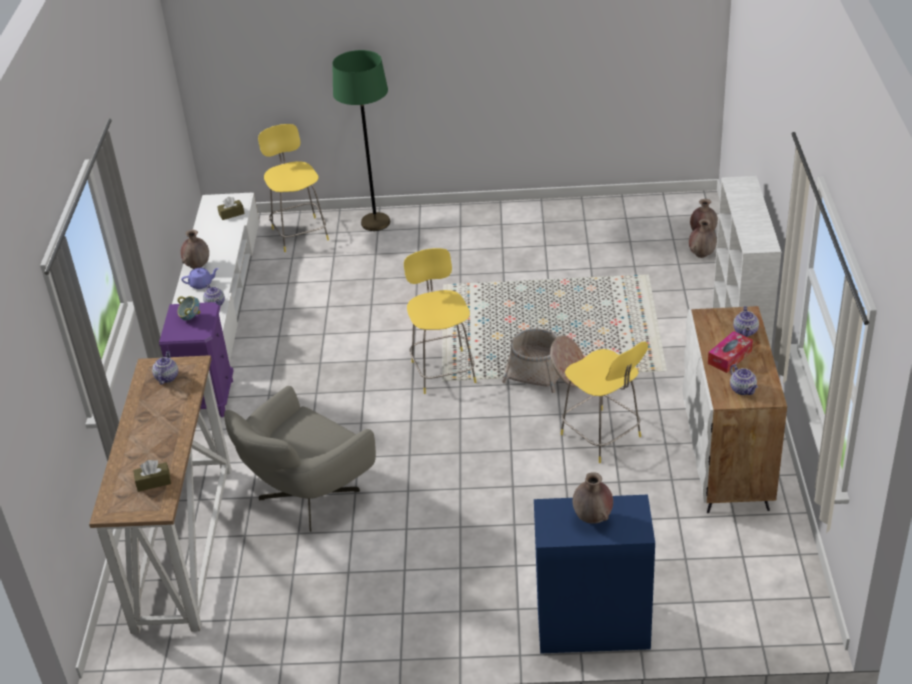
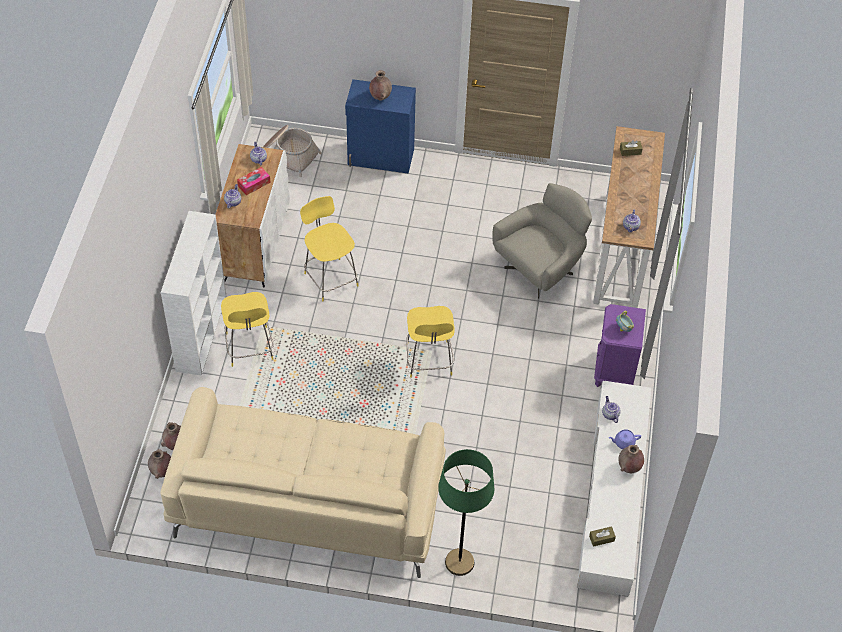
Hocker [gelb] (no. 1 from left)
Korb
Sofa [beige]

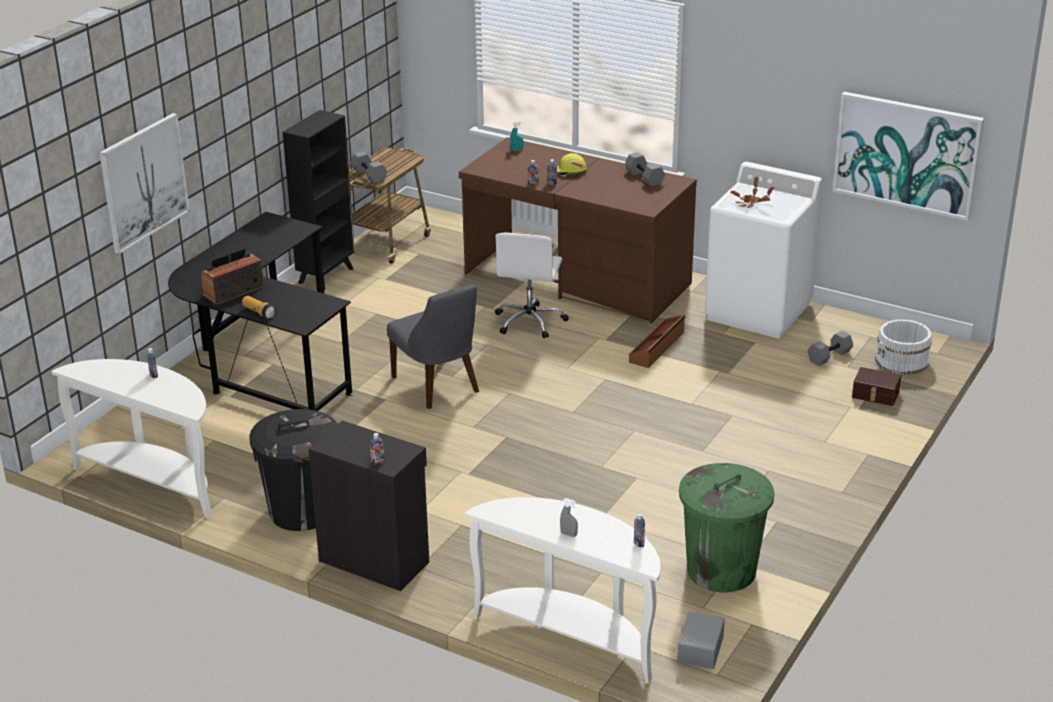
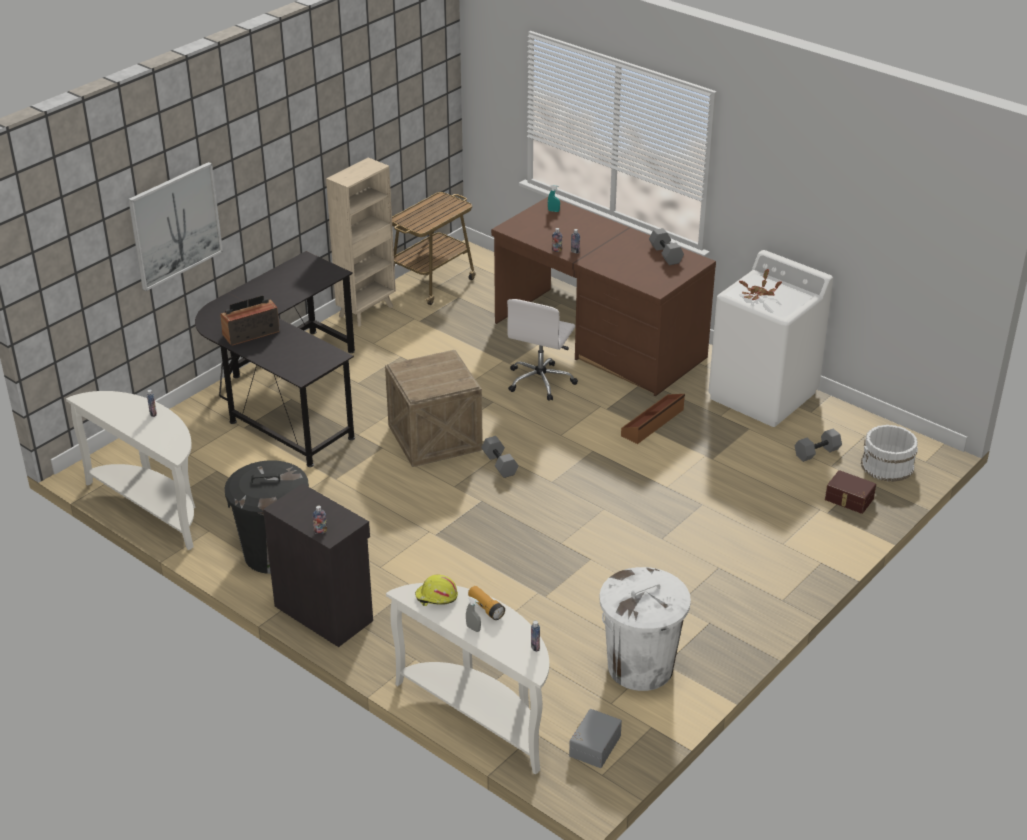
Bild (no. 2 from left in the first image)
Bücherregal [beige]
Hantel [grau] (no. 1 from left)
Schutzhelm [gelb]
Kiste
Taschenlampe
Mülleimer [weiß]

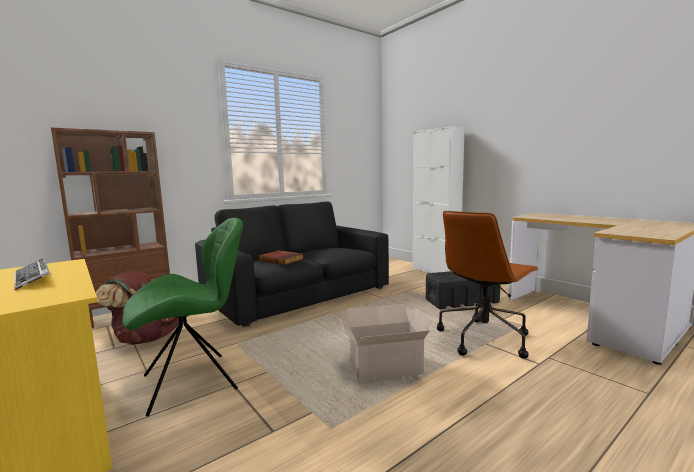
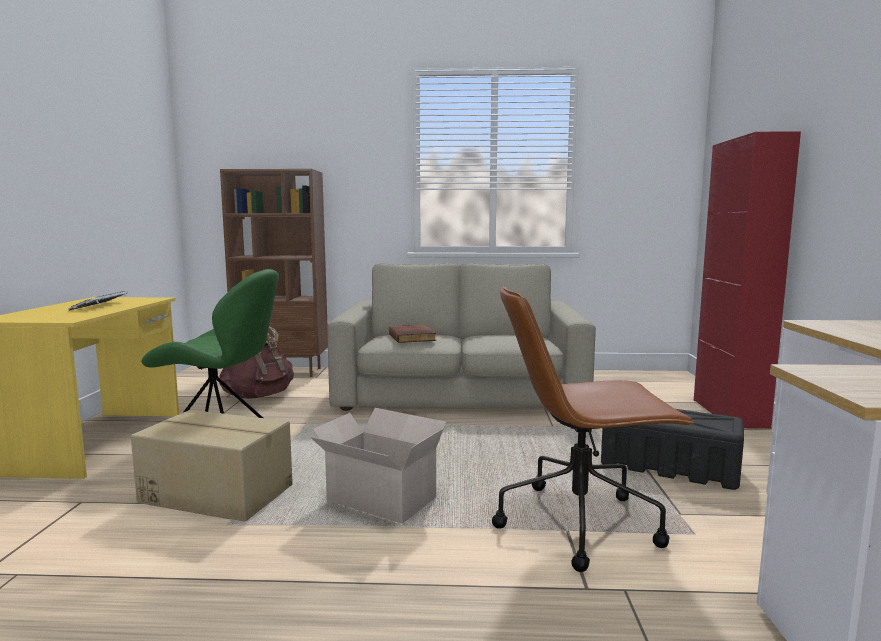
Schrank [rot]
Sofa [beige]
Karton (no. 1 from left)

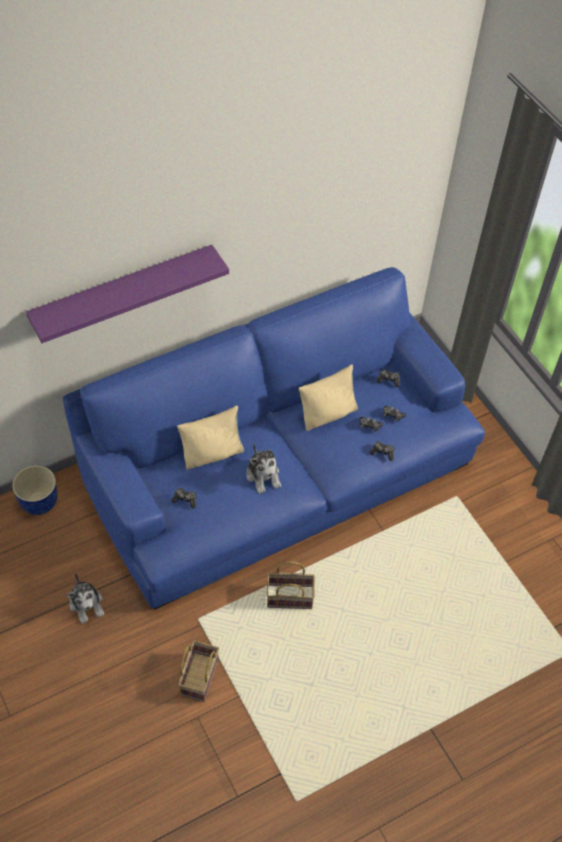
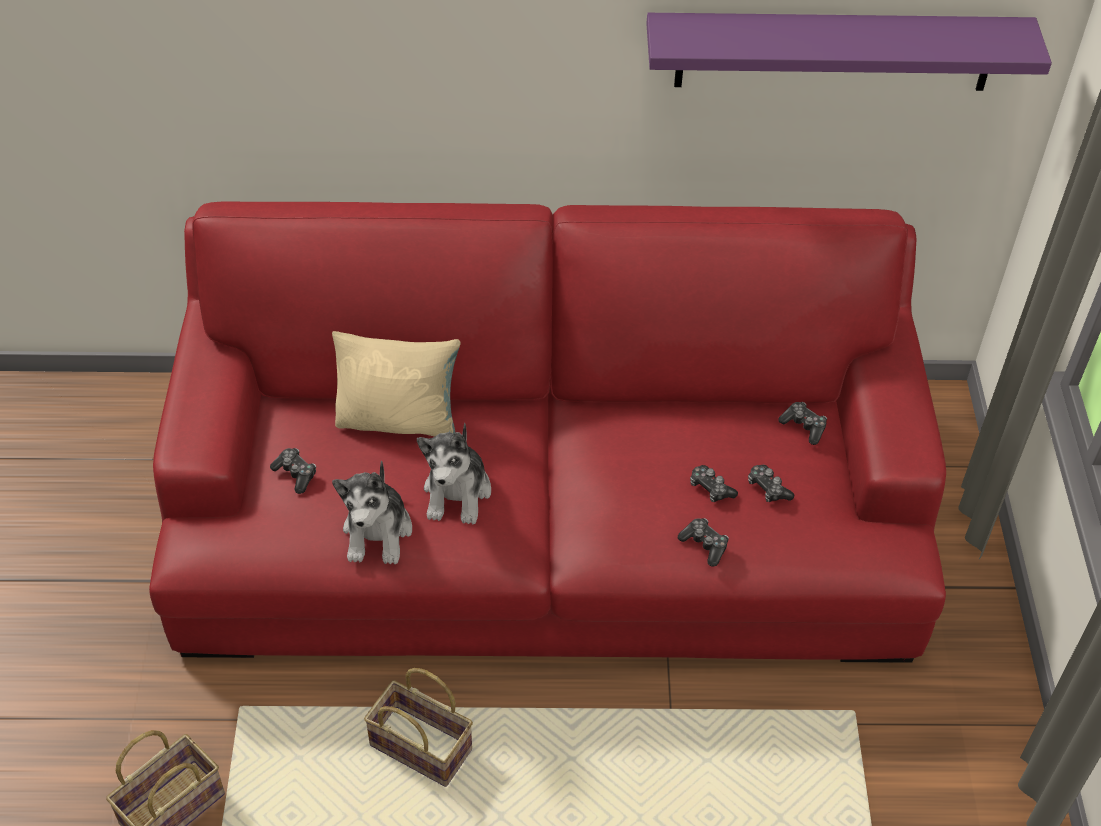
Wandregal [lila]
Sofa [rot]
Kissen [beige] (no. 2 from left in the first image)
Pflanzkübel
Plüschtier (no. 1 from left)

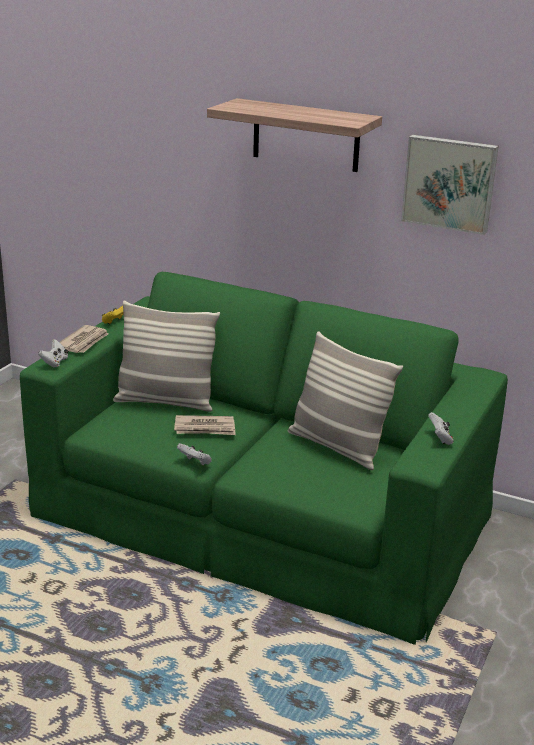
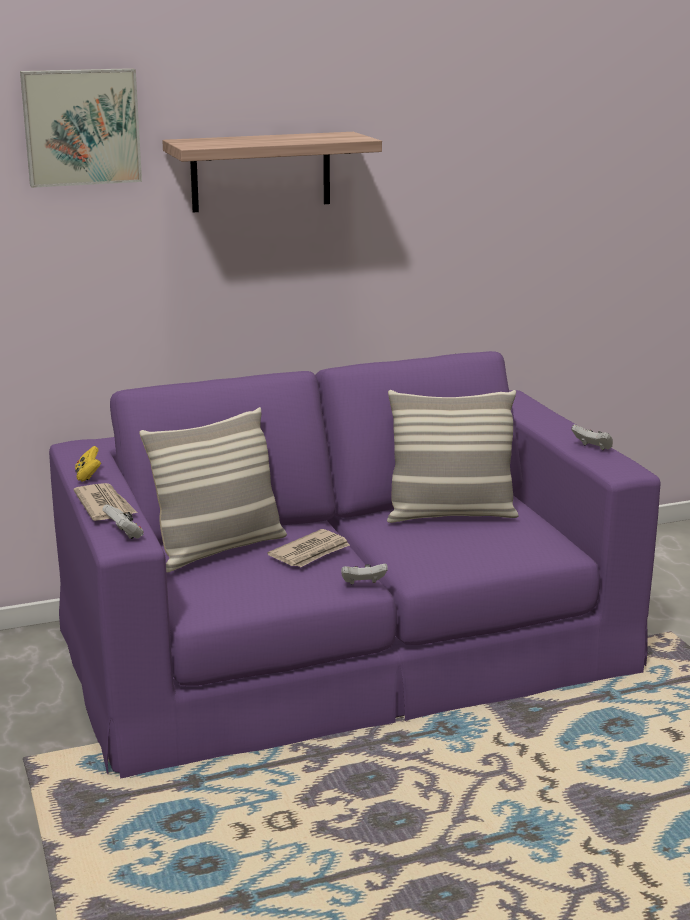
Bild
Sofa [lila]

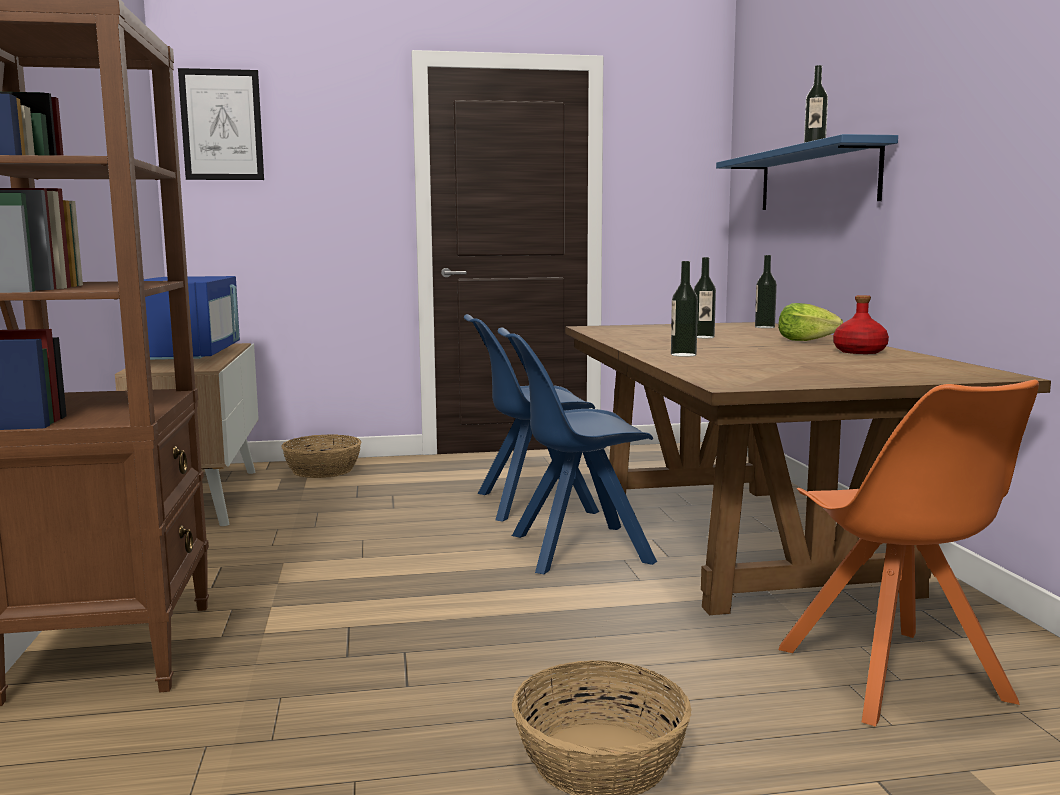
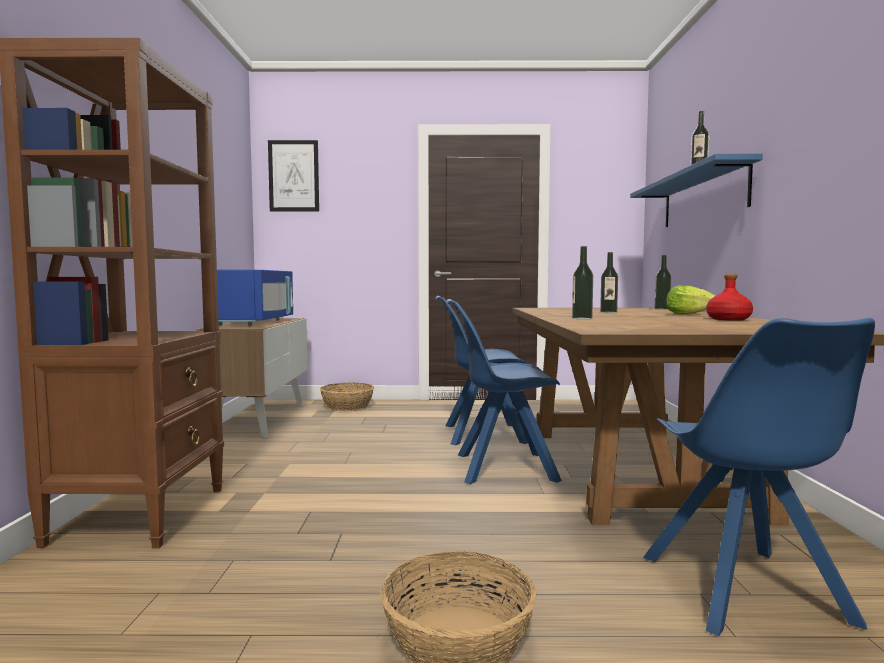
Stuhl [blau] (no. 3 from left)

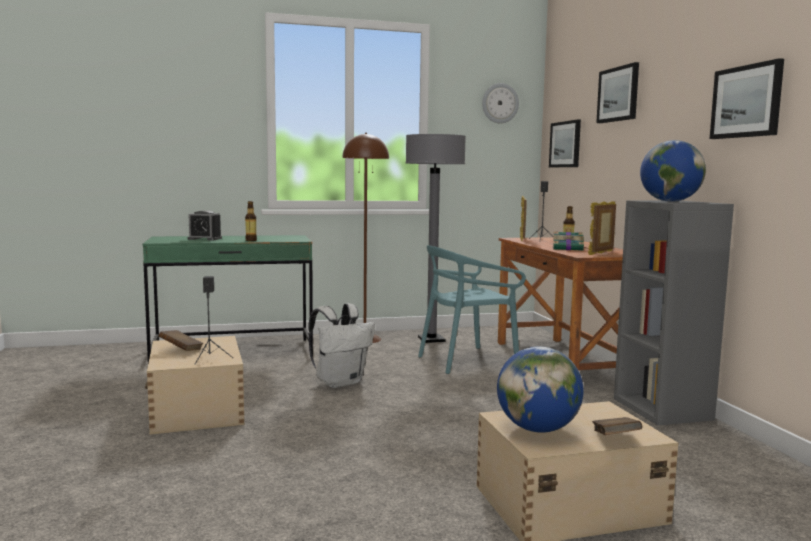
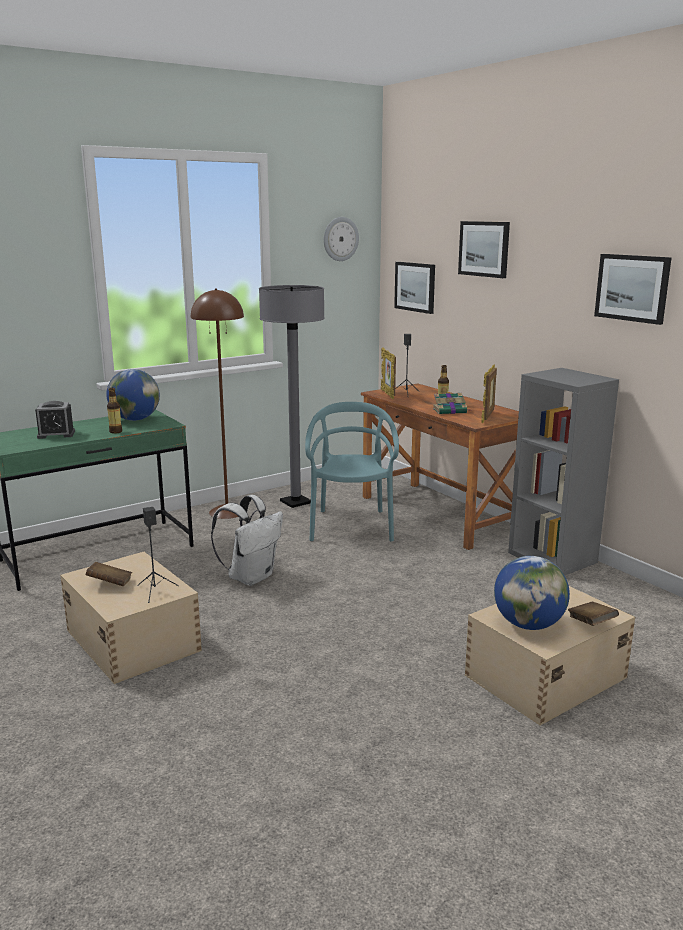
Globus (no. 1 from left)
Stuhl [türkis]

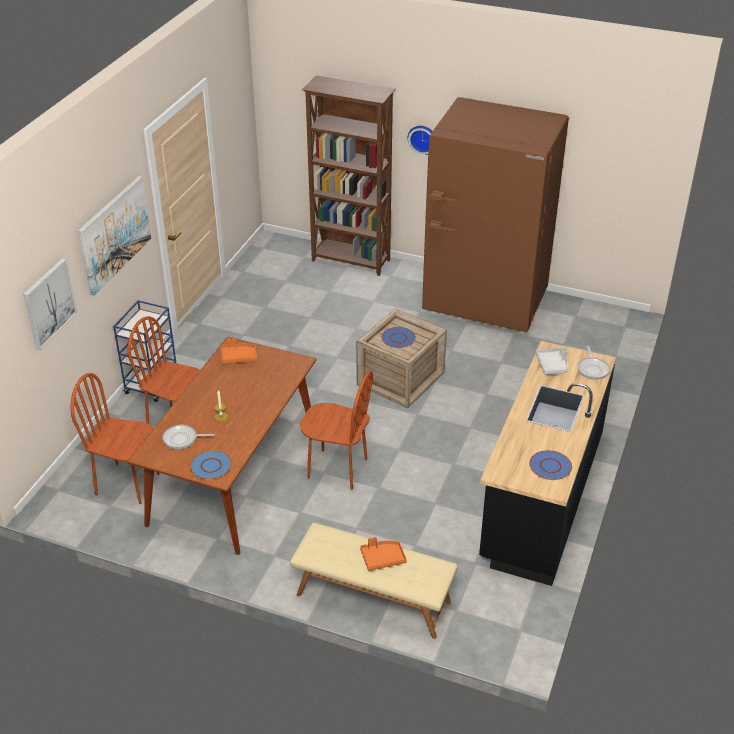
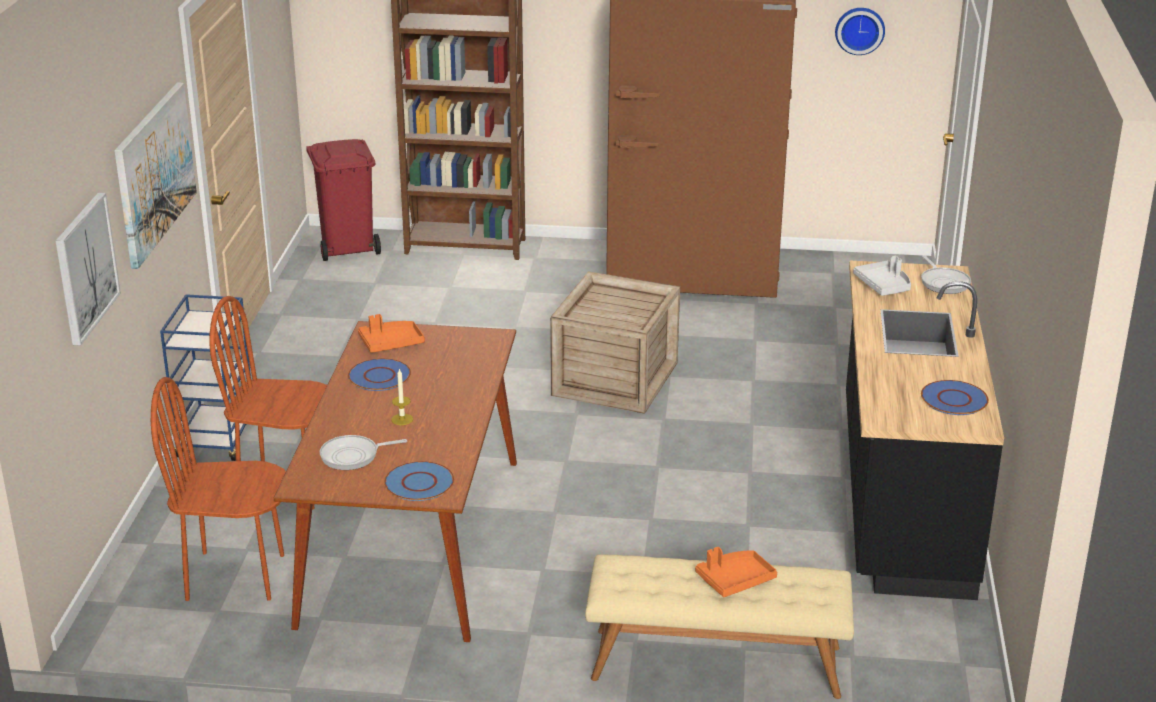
Wanduhr
Teller [blau] (no. 1 from left)
Stuhl [braun] (no. 3 from left in the first image)
Mülleimer [rot]

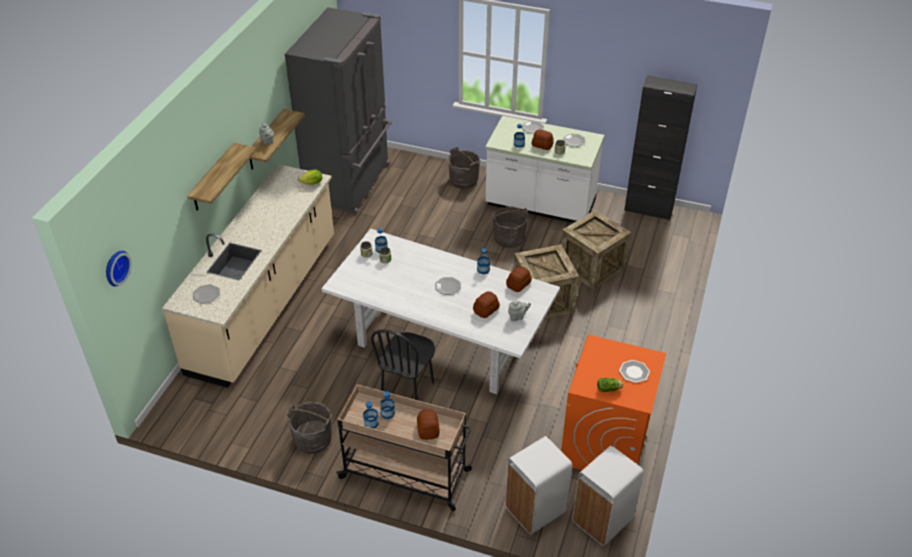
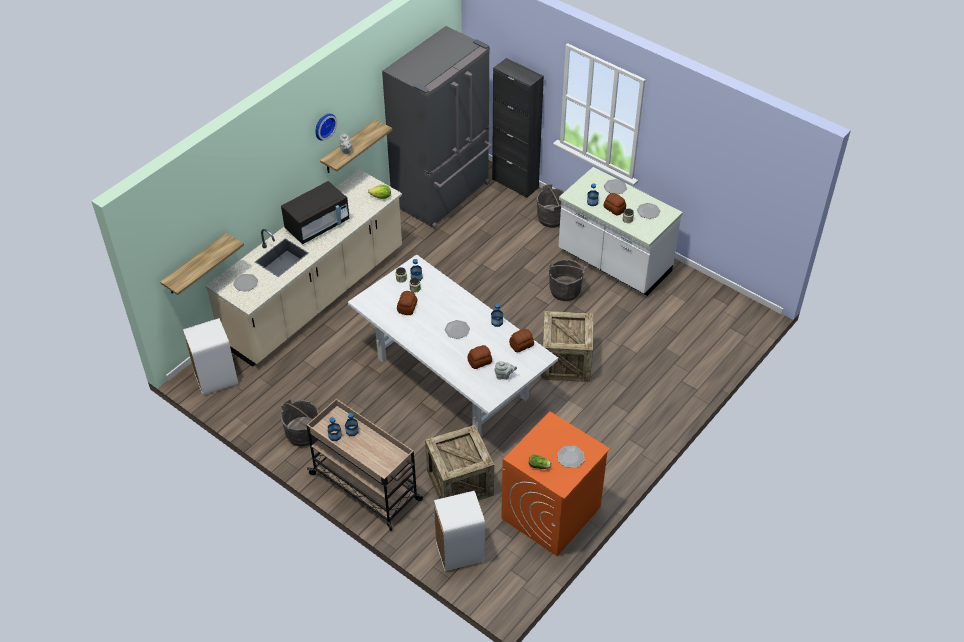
Schrank [schwarz]
Wandregal (no. 1 from left)
Kiste (no. 1 from left)
Wanduhr
Stuhl [schwarz]
Brot (no. 1 from left)
Mülleimer [weiß] (no. 1 from left)
Mikrowelle [schwarz]

